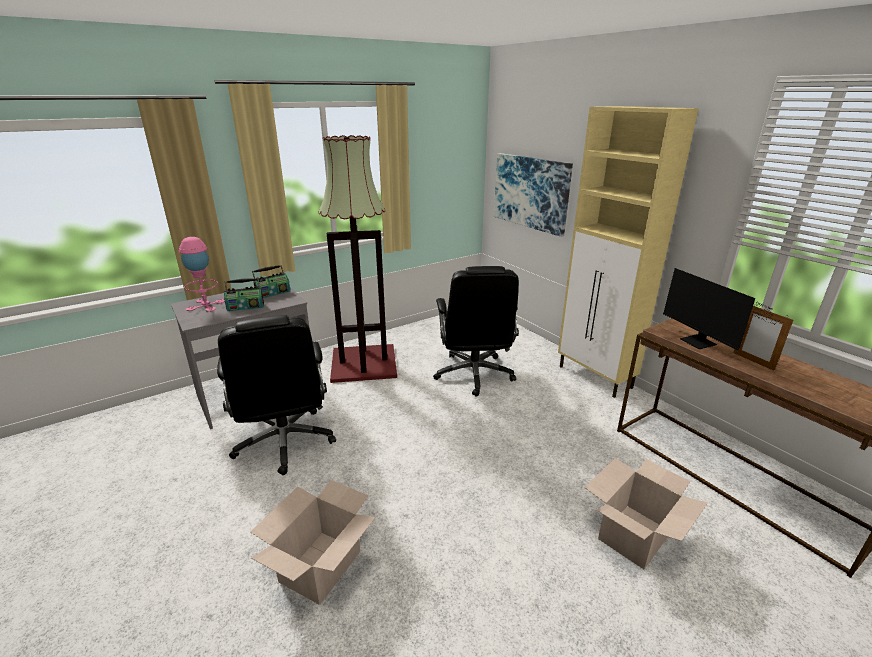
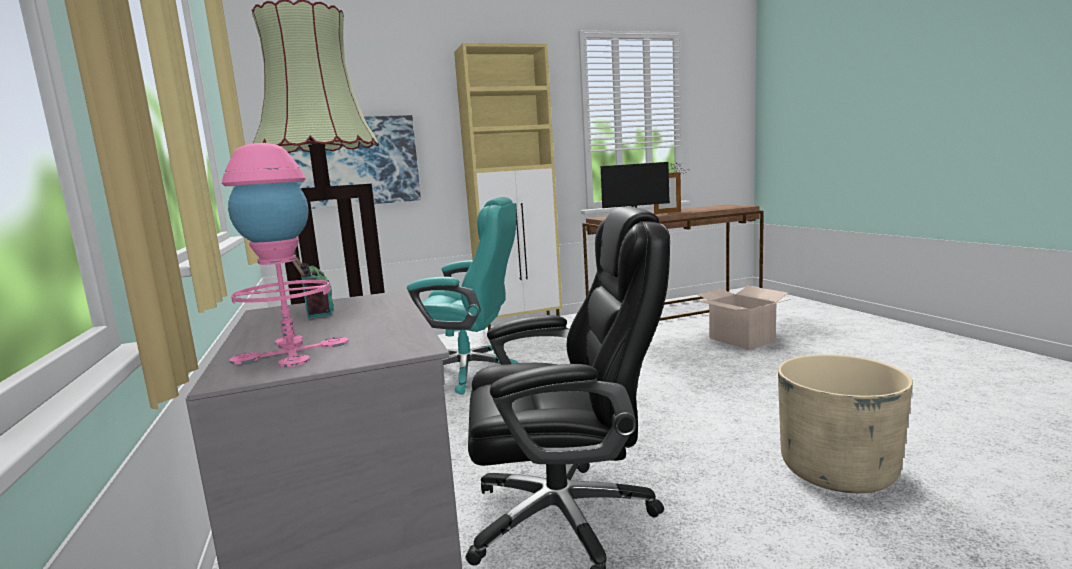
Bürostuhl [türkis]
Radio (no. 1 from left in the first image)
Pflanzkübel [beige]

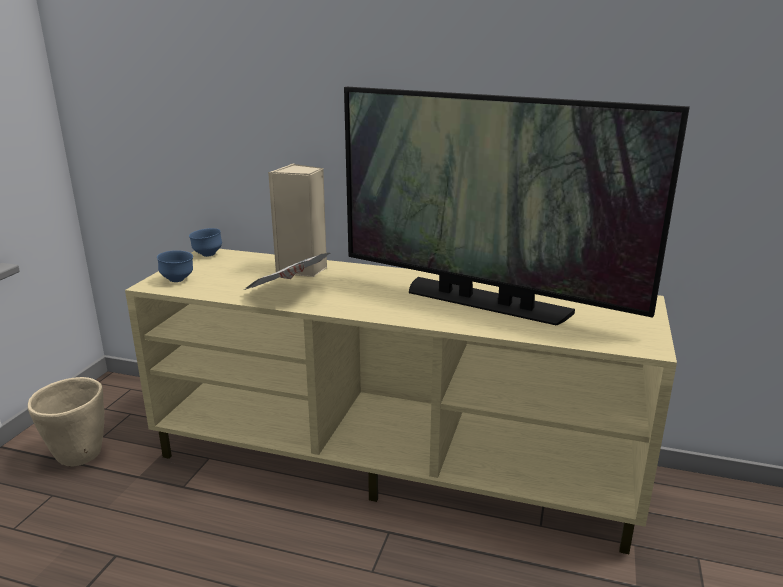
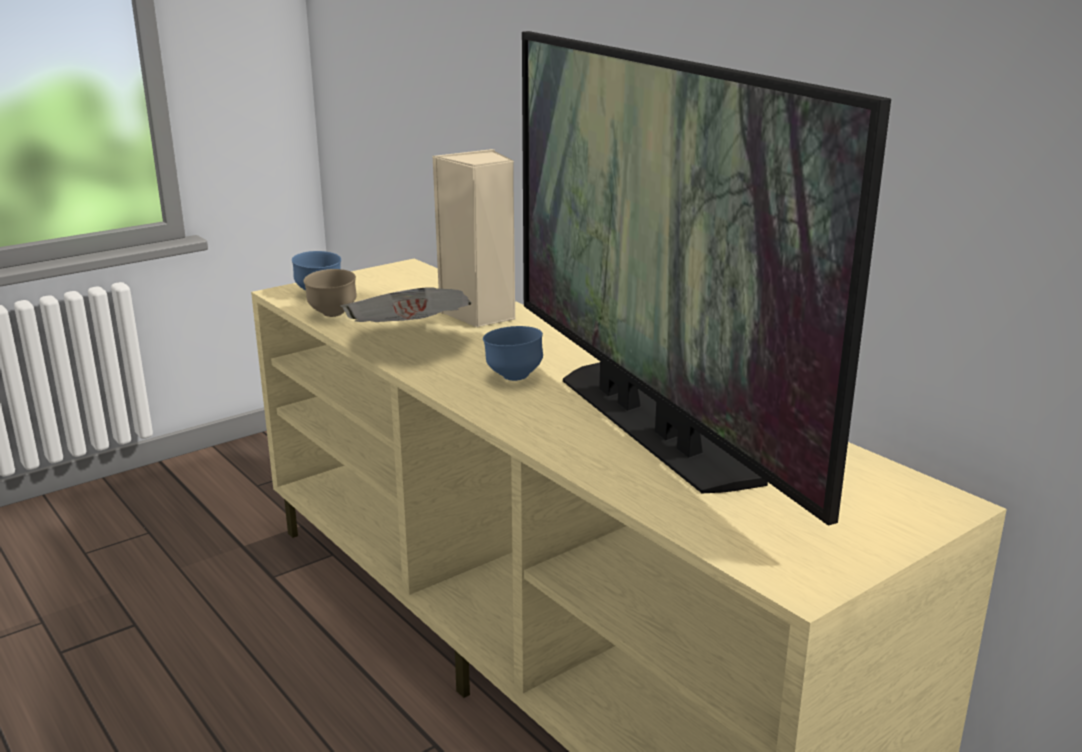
Schüssel [blau] (no. 2 from left)
Pflanzkübel [beige]
Schüssel [braun]

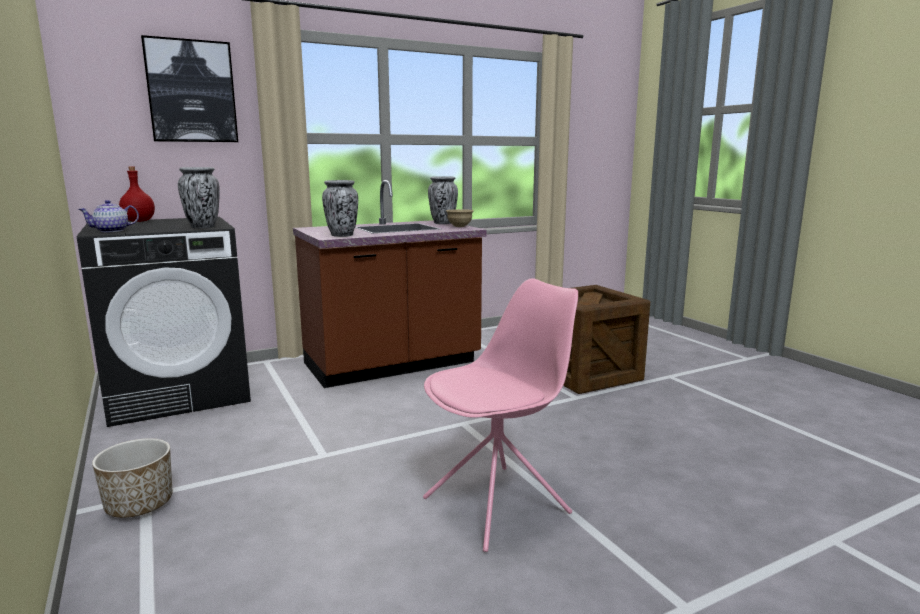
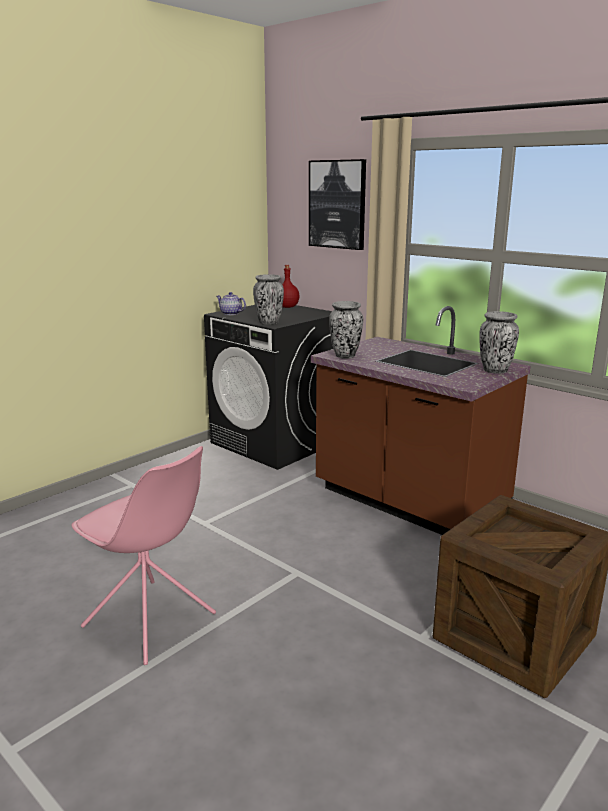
Schüssel [beige]
Pflanzkübel

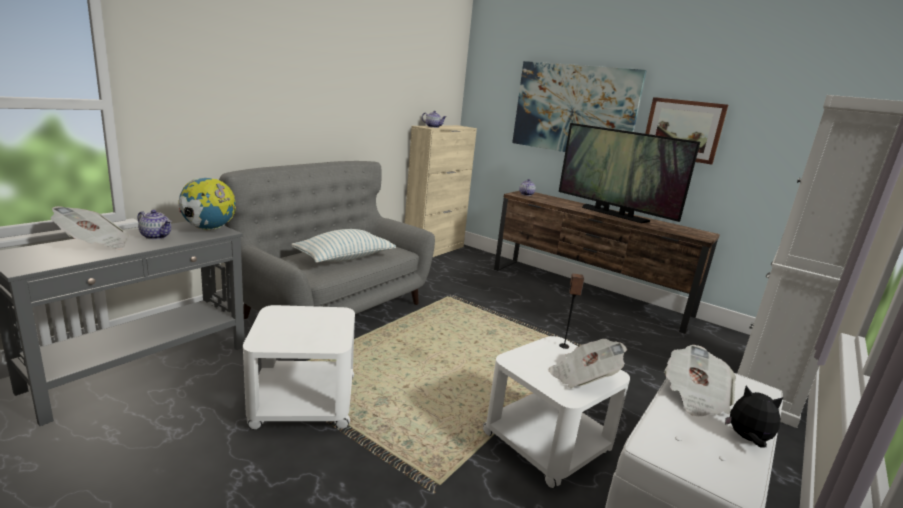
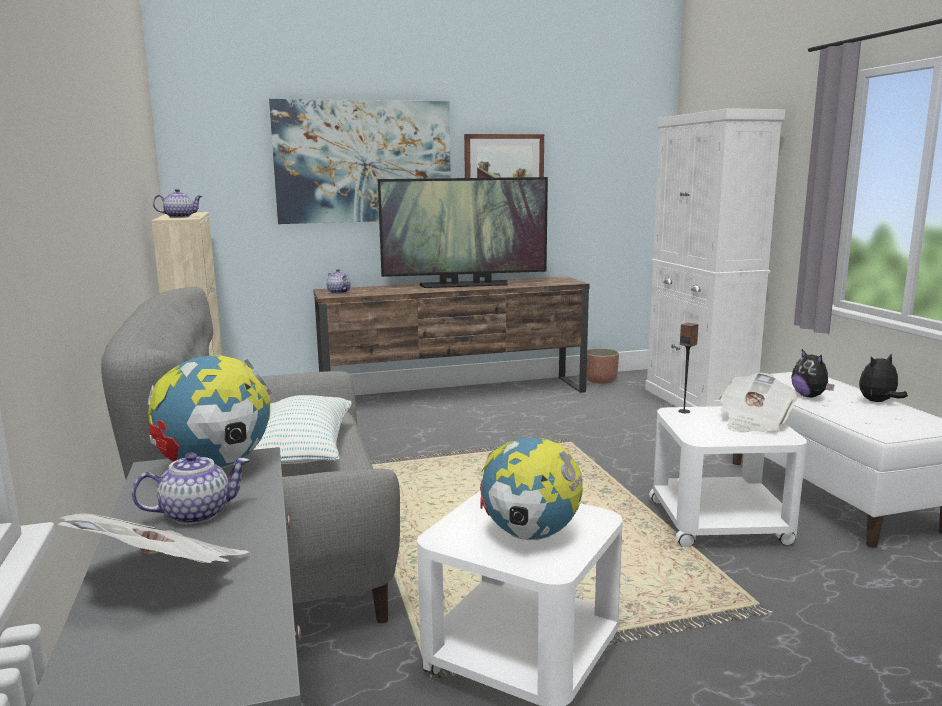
Plüschtier (no. 1 from left)
Pflanzkübel
Globus (no. 2 from left)

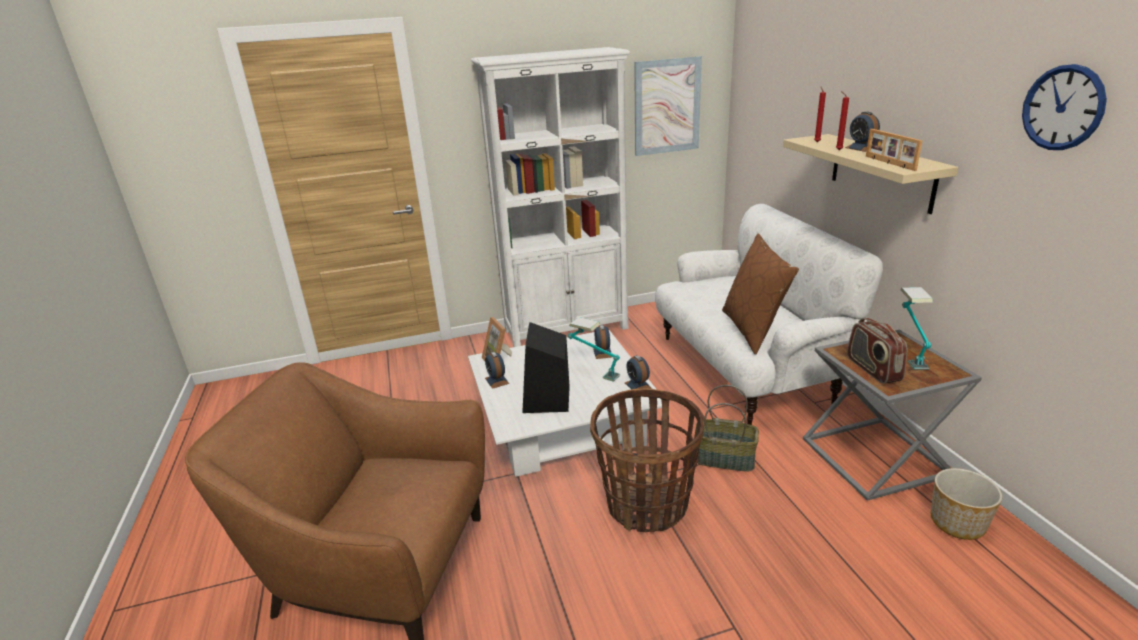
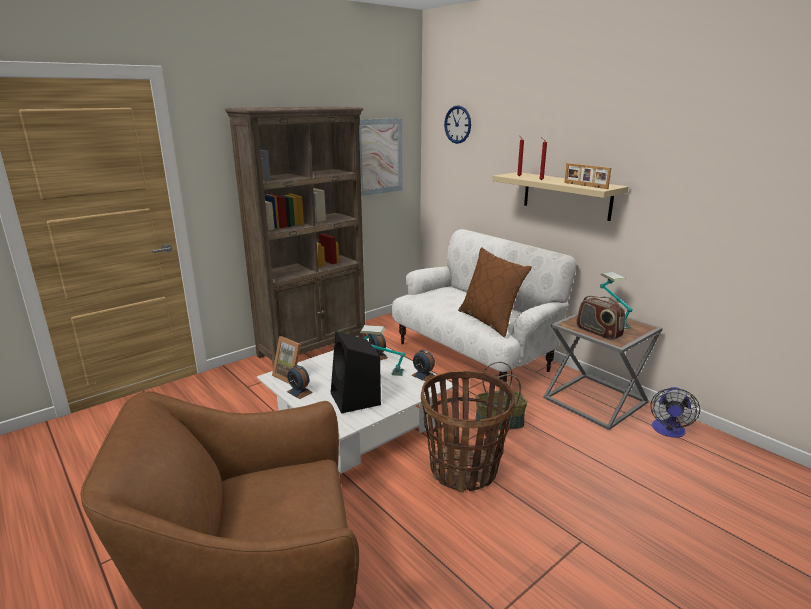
Bücherregal [braun]
Wanduhr
Wecker (no. 4 from left in the first image)
Ventilator

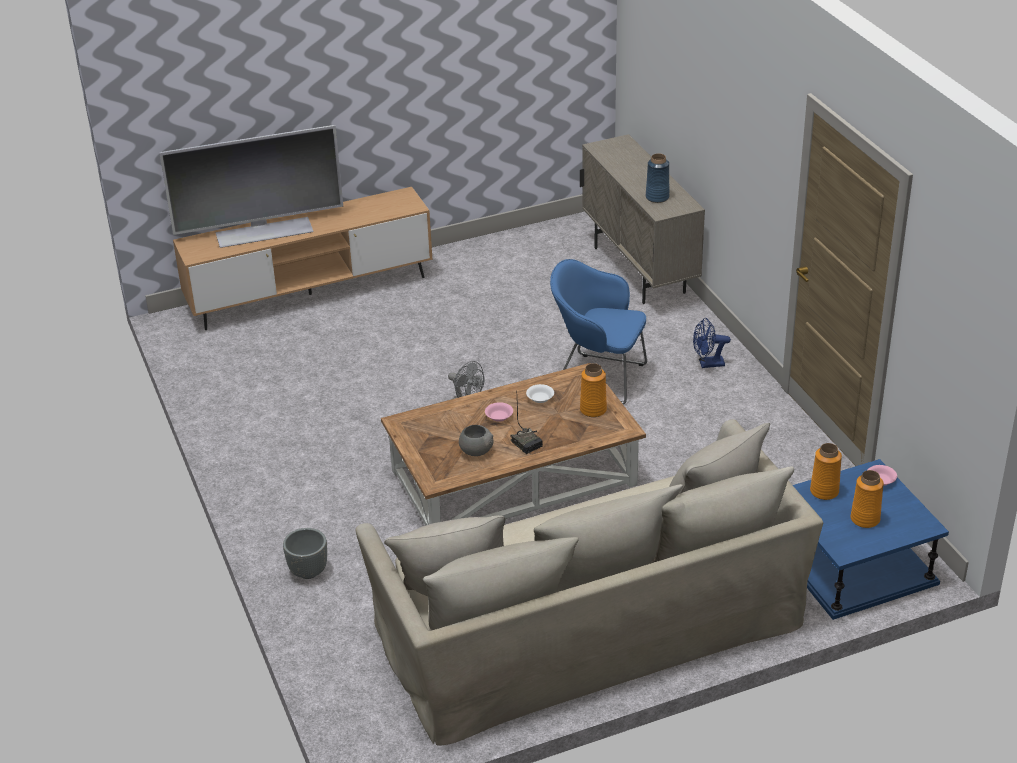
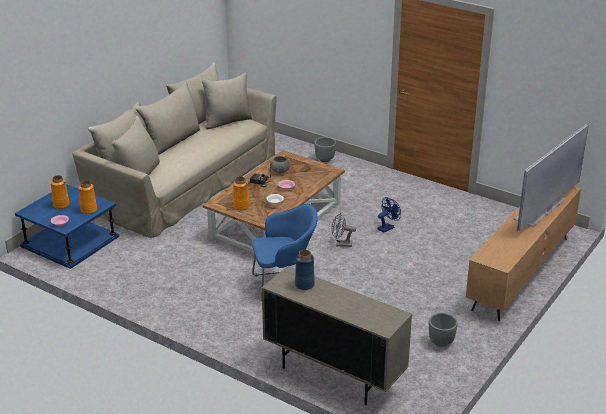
Ventilator [blau]
Pflanzkübel [grau] (no. 2 from left)

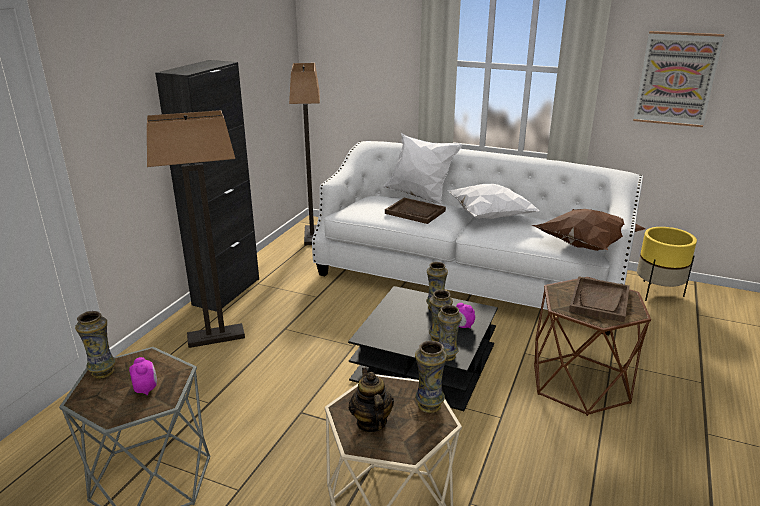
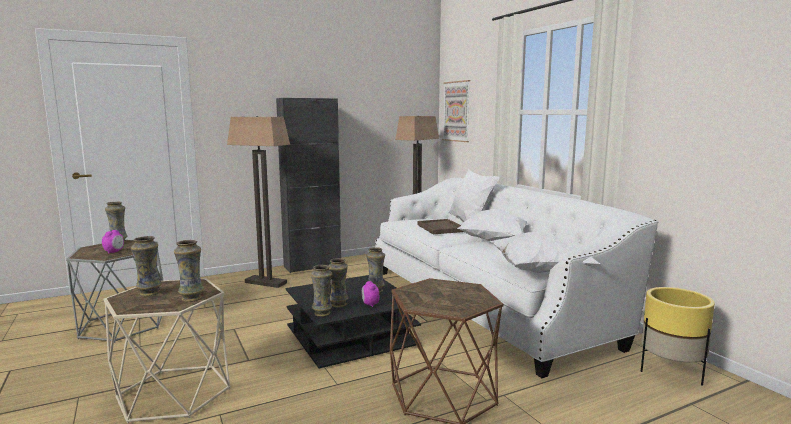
Bild
Kissen [weiß] (no. 3 from left)
Tablett [braun] (no. 2 from left in the first image)
Vase (no. 2 from left)

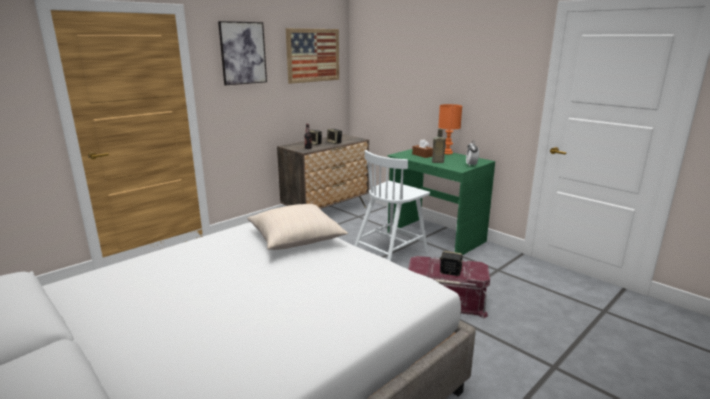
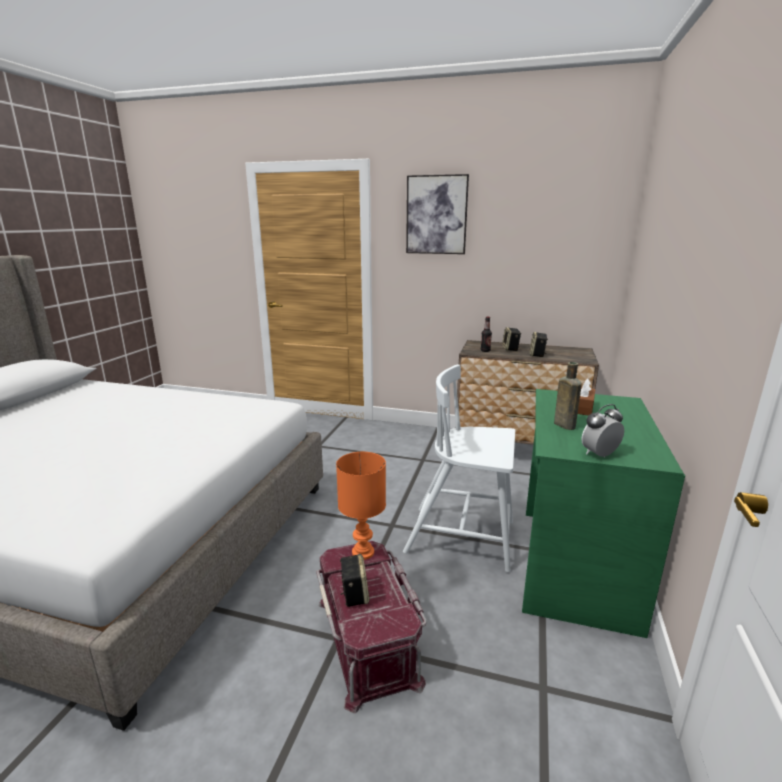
Bild (no. 2 from left in the first image)
Tischlampe [orange]
Kissen [beige]

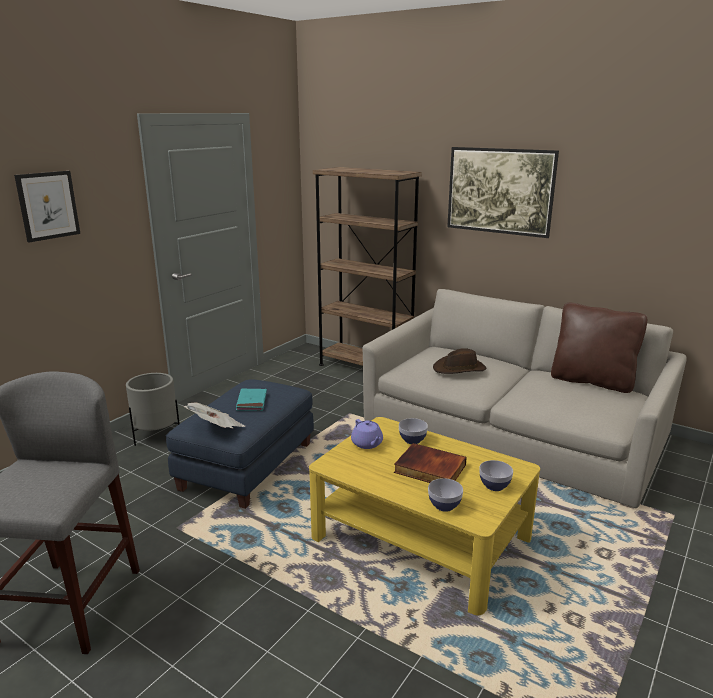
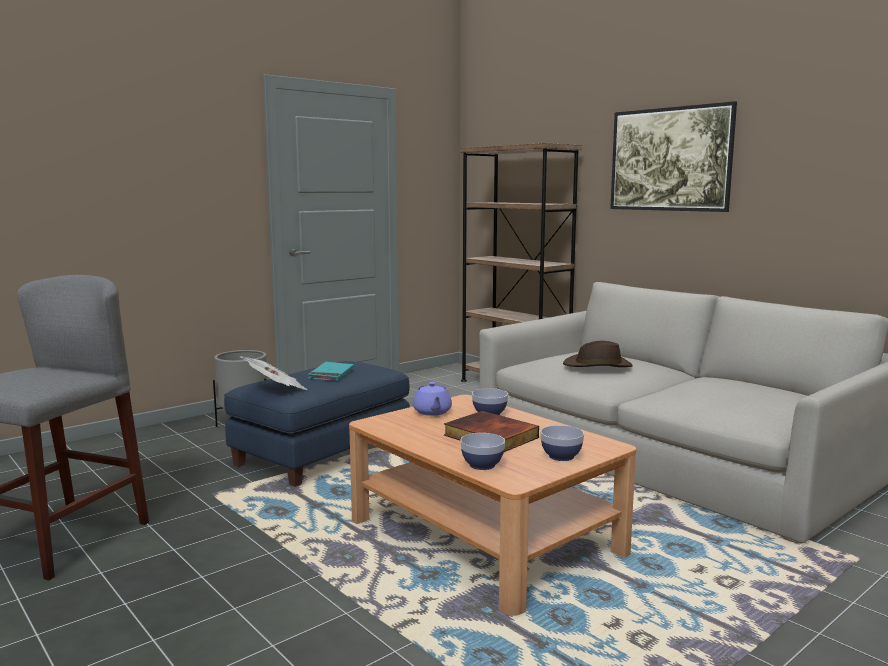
Bild (no. 1 from left in the first image)
Kissen [braun]
Couchtisch [braun]

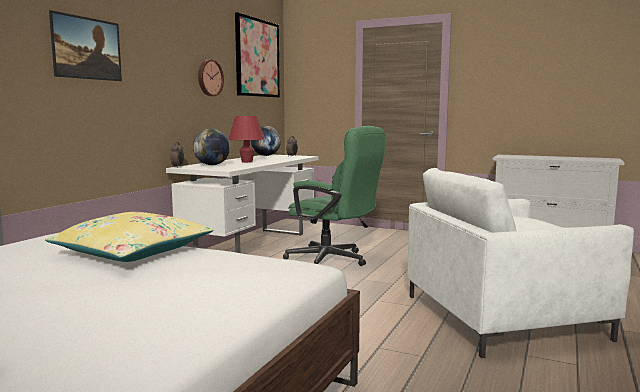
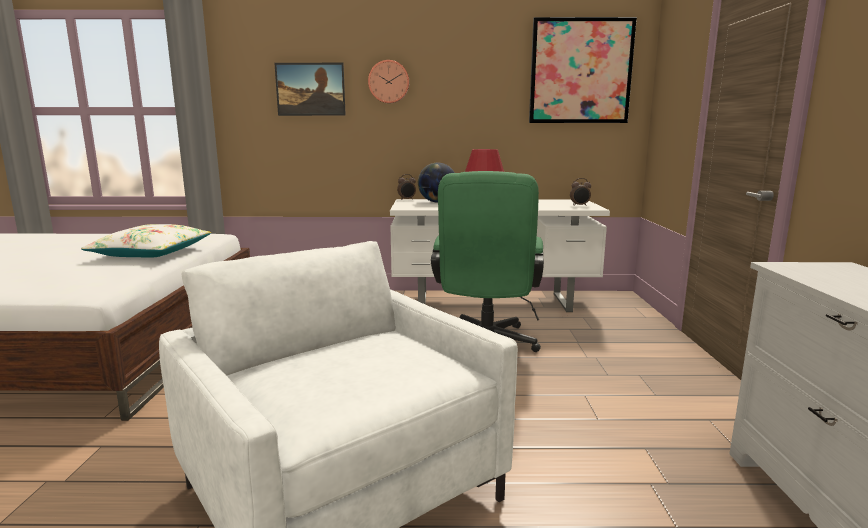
Wanduhr
Globus (no. 2 from left in the first image)
Kissen [weiß]

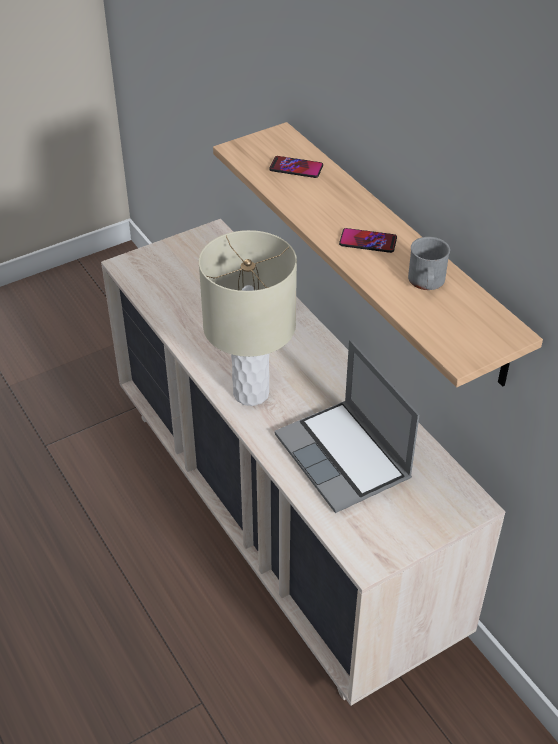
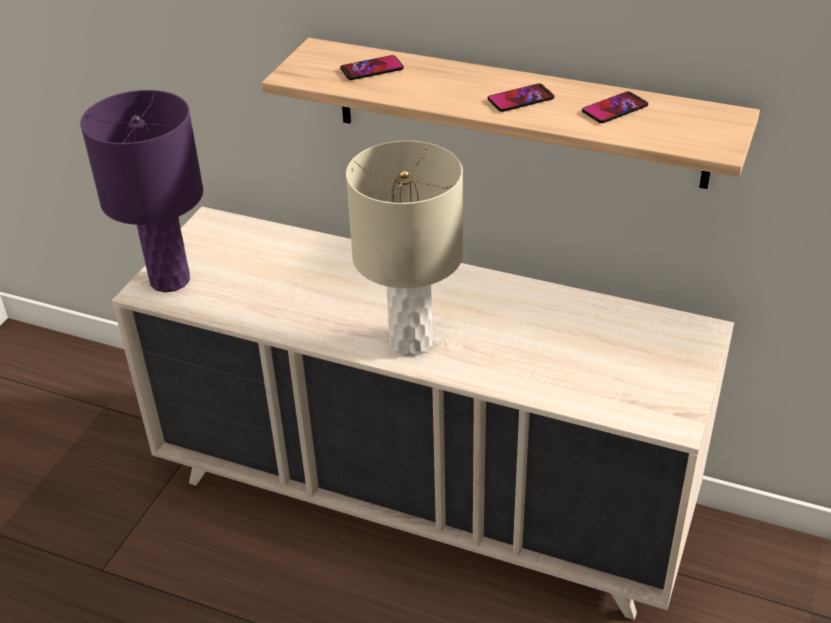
Handy (no. 3 from left)
Laptop
Tischlampe [lila]

